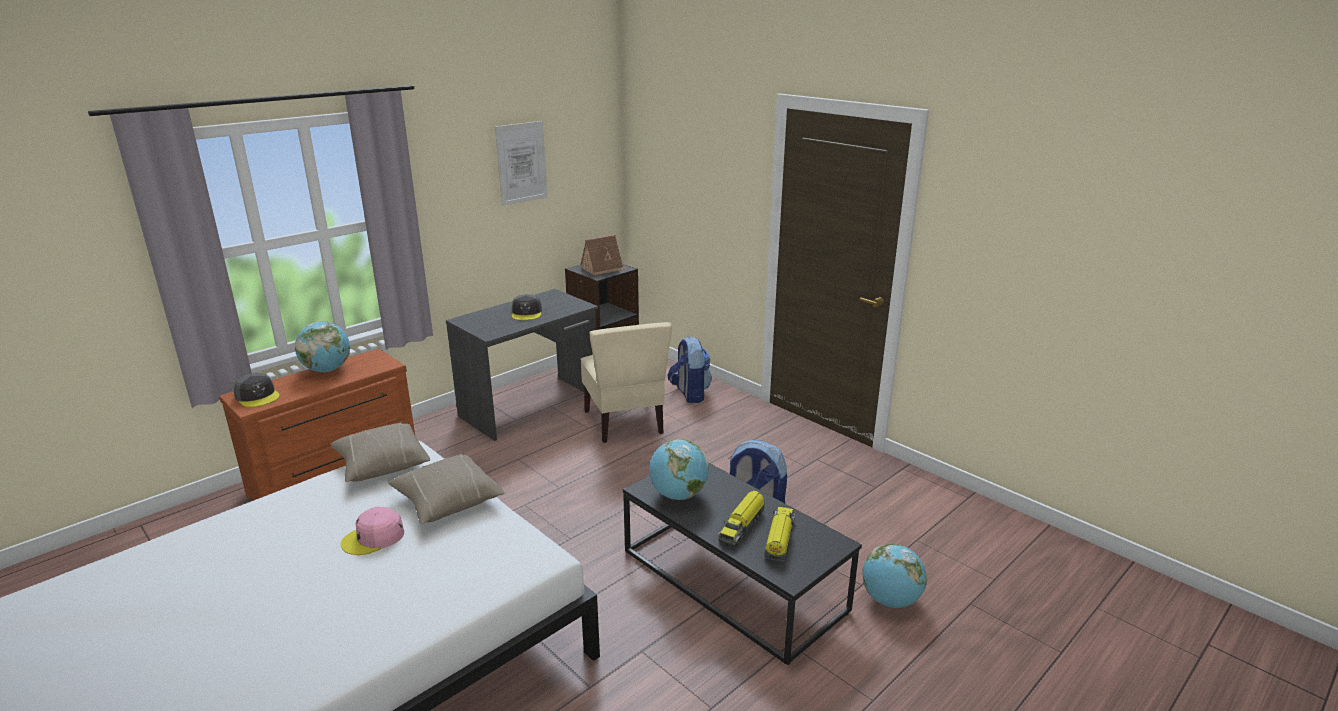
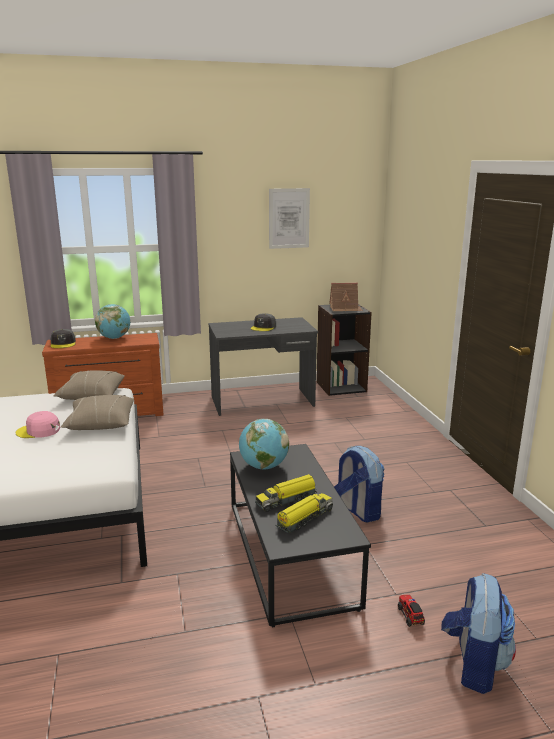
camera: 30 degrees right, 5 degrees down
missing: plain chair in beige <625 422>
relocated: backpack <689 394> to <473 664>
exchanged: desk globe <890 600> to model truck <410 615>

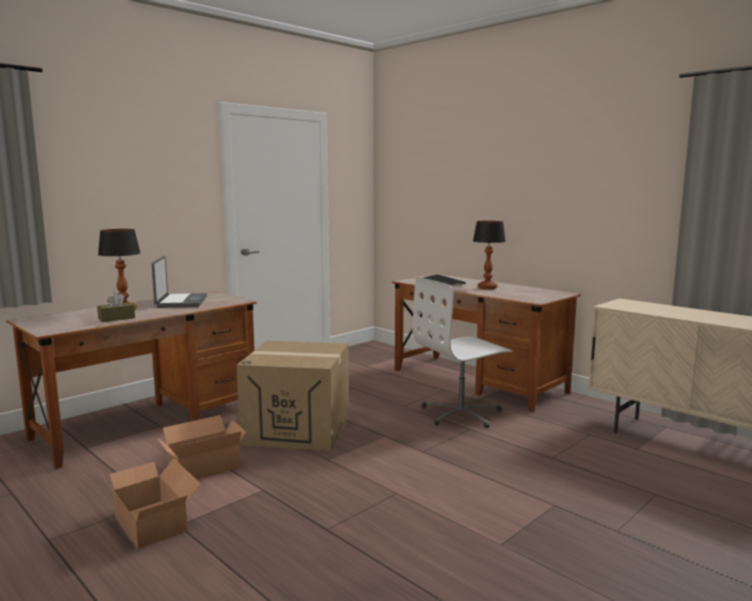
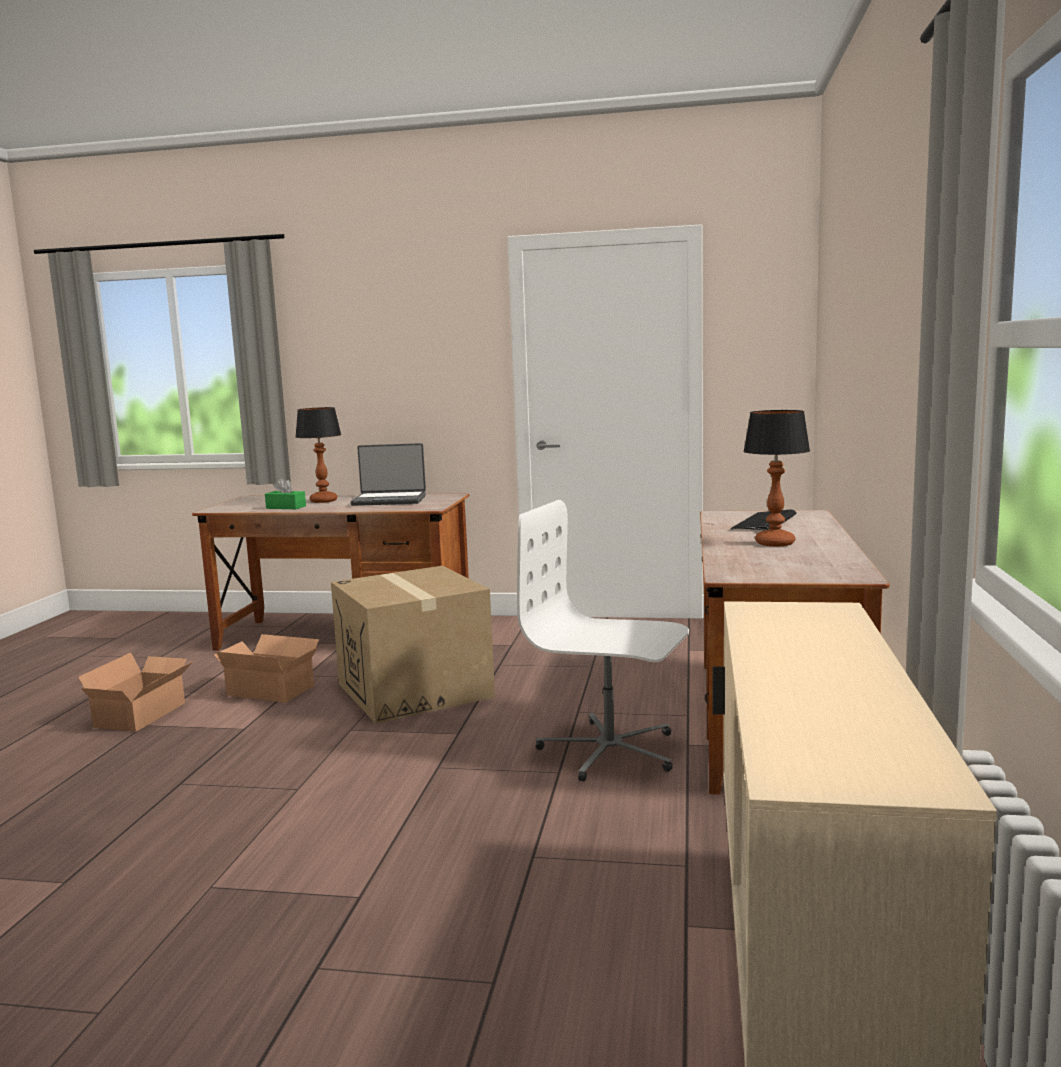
camera: 55 degrees right, 0 degrees up
colour: box of tissues in brownish <116 318> to box of tissues in greenish <286 507>
spun: laptop <180 302> = <389 500> 45 degrees clockwise

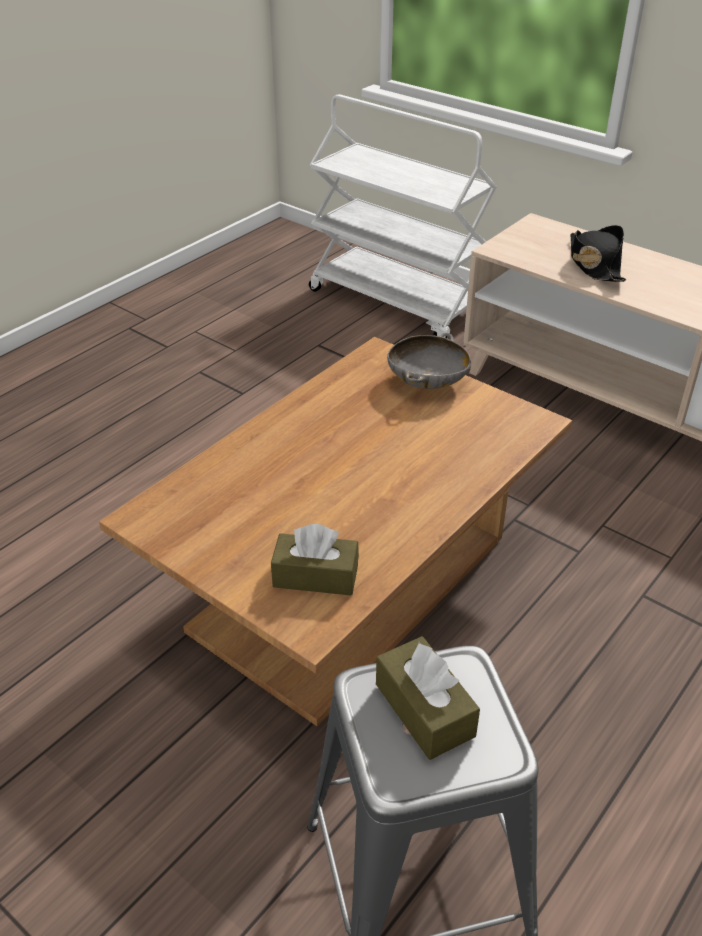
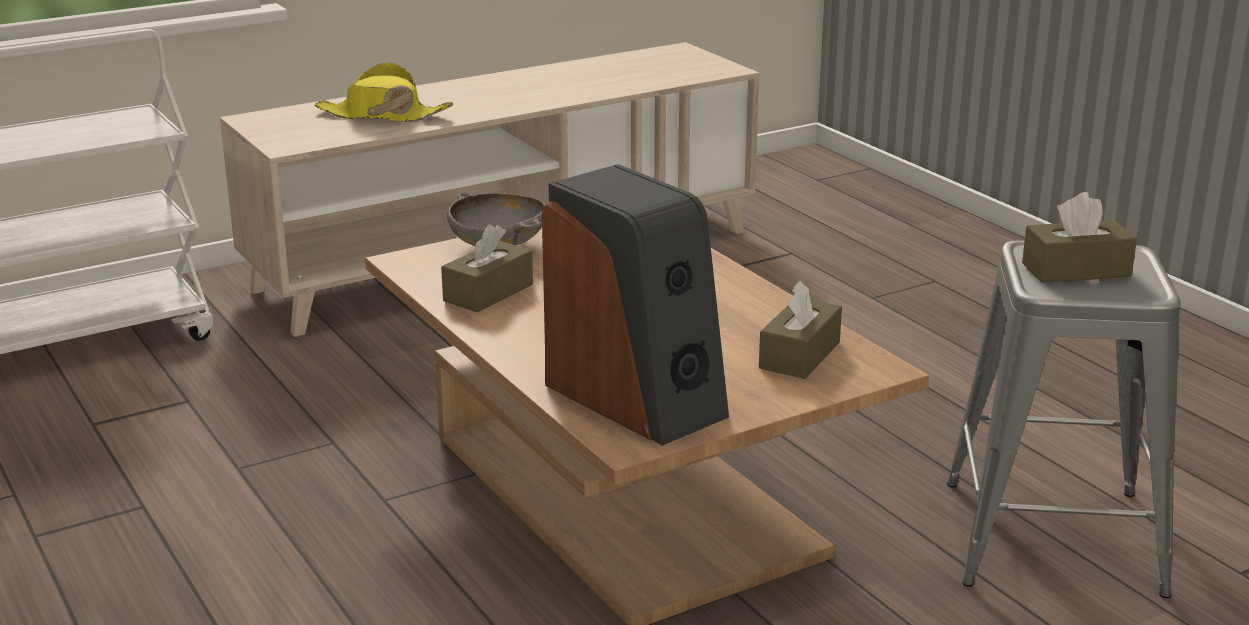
camera: 70 degrees left, 15 degrees down
appeared: box of tissues in brownish <488 292>; loudspeaker <637 398>
colour: clothing hat in black <594 264> to clothing hat in yellowish <383 115>

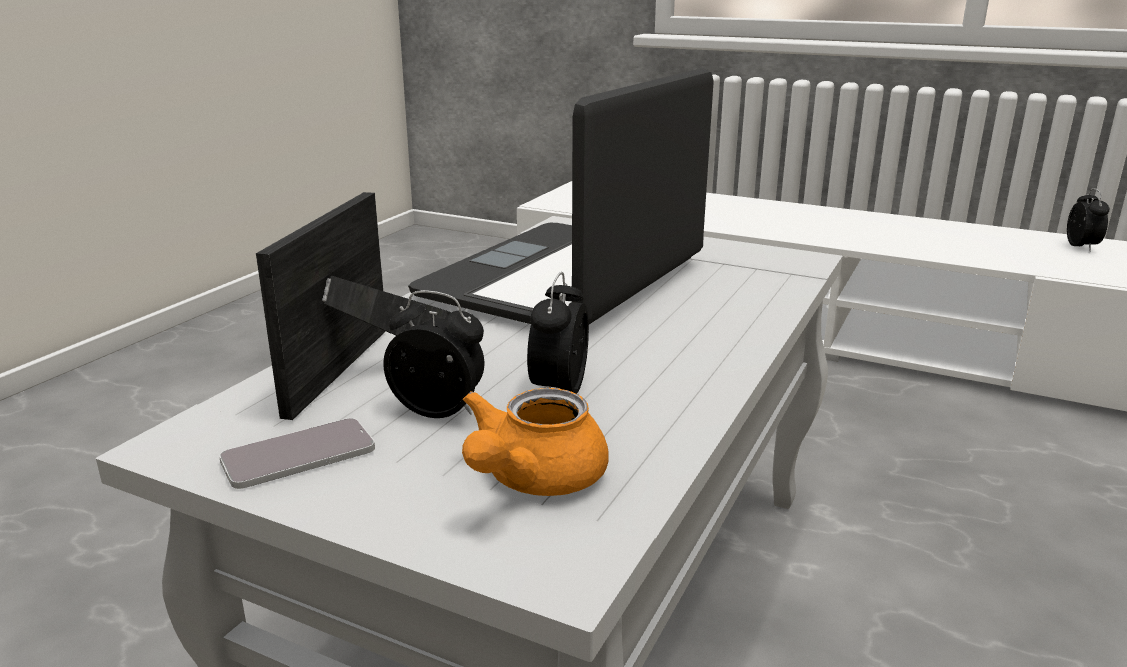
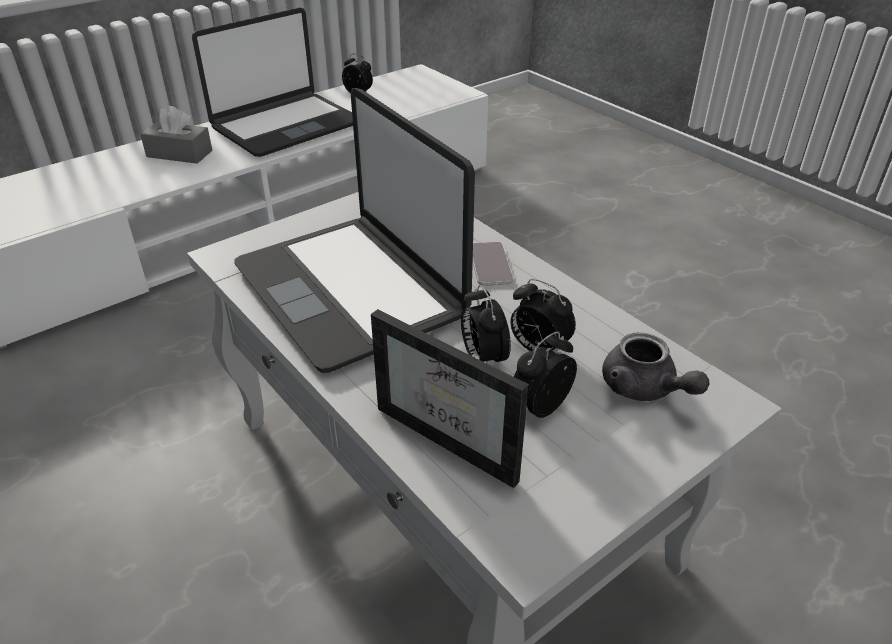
camera: 65 degrees left, 15 degrees up
appeared: box of tissues in gray <179 154>; laptop <285 125>; alarm clock <483 358>
relocated: phone <298 455> to <490 264>
colour: tea pot in orangey <532 479> to tea pot in gray <644 389>

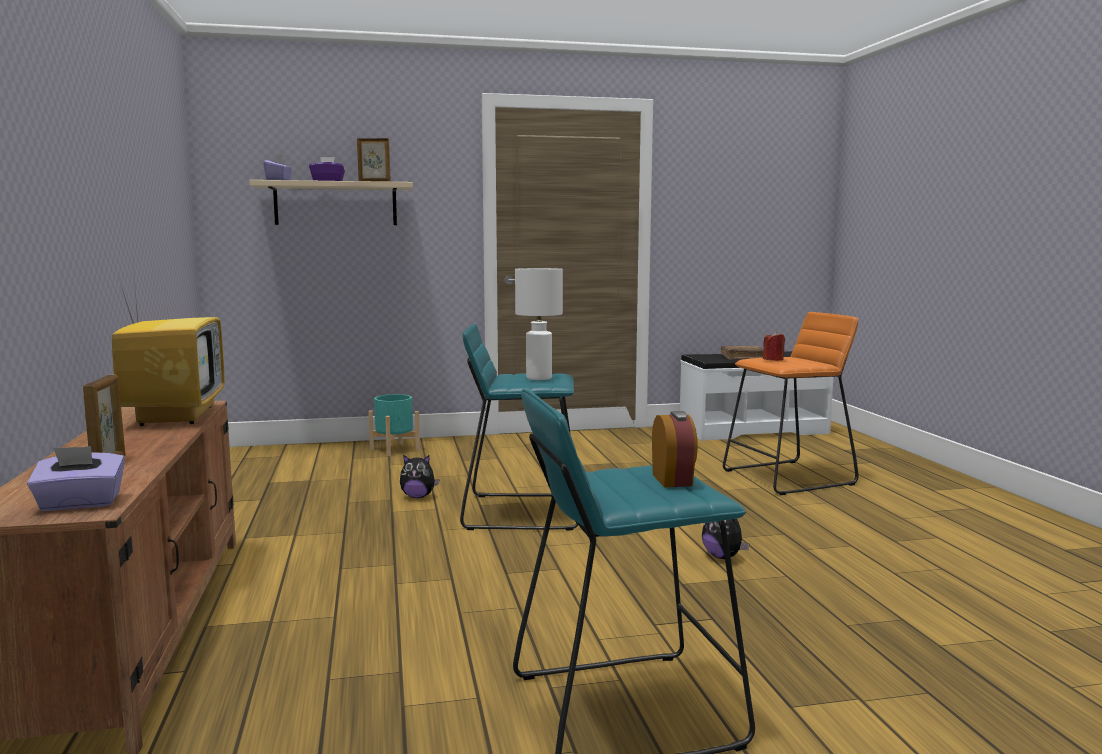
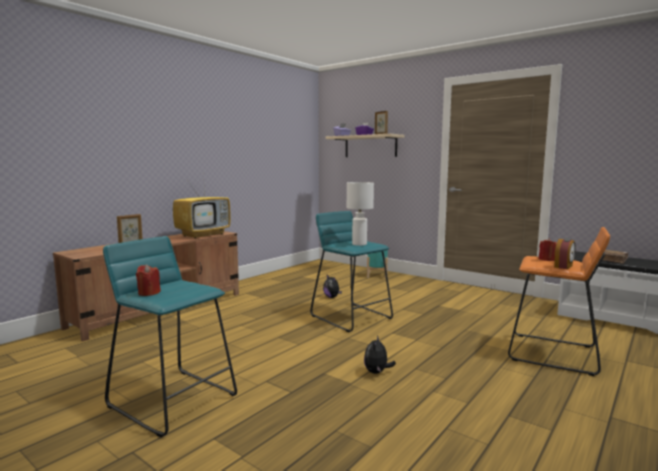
camera: 50 degrees right, 0 degrees up
missing: box of tissues in purple-coloured <80 504>
appeared: wax candle in red <149 293>
relocated: alarm clock <673 480> to <564 266>

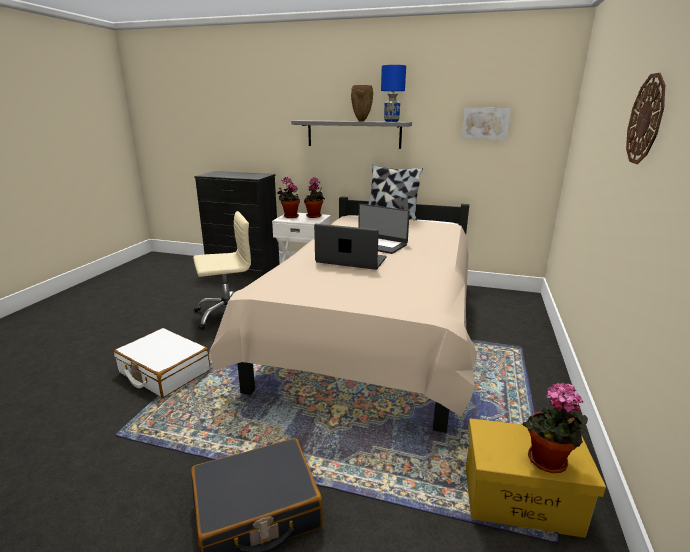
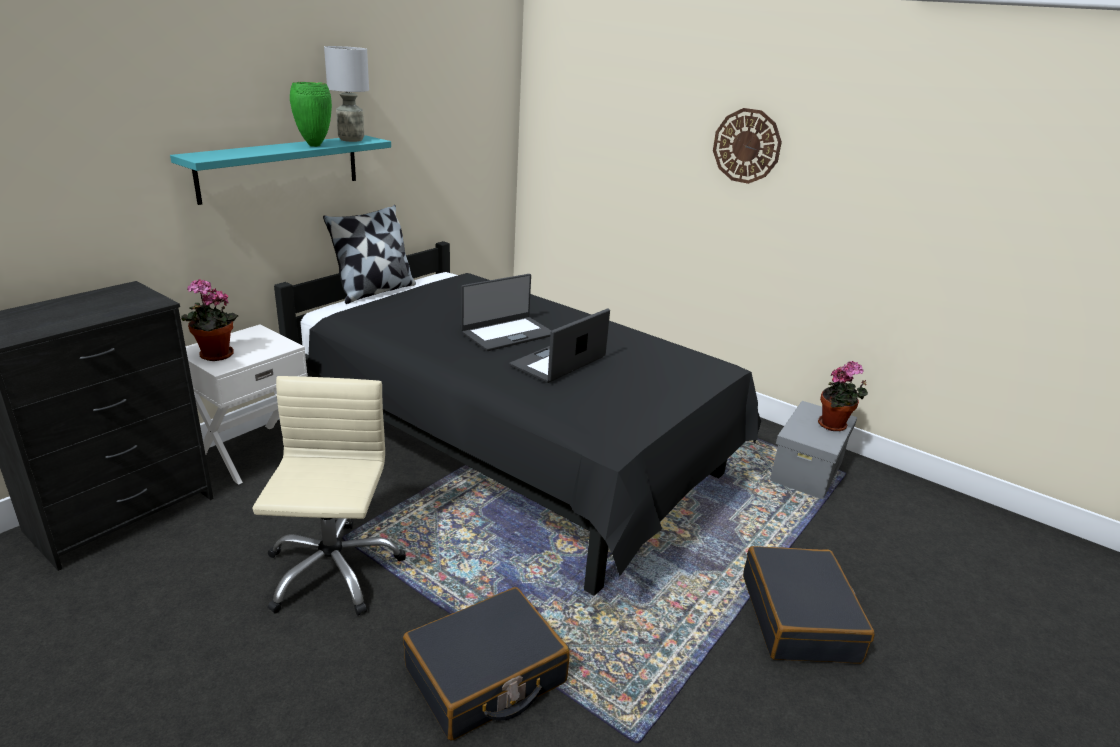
camera: 70 degrees left, 5 degrees up
missing: houseplant <314 216>; wall art <485 123>
colour: bracket shelf in gray <353 134> to bracket shelf in blue-green <280 168>; sleeping bed in beige <373 332> to sleeping bed in black <513 450>; flower vase in brownish <361 121> to flower vase in greenish <314 145>; lamp for a table in blue <391 121> to lamp for a table in gray <351 140>; suitcase in white-coloured <164 372> to suitcase in black <486 676>; storage bin in yellowish <521 499> to storage bin in gray <806 470>

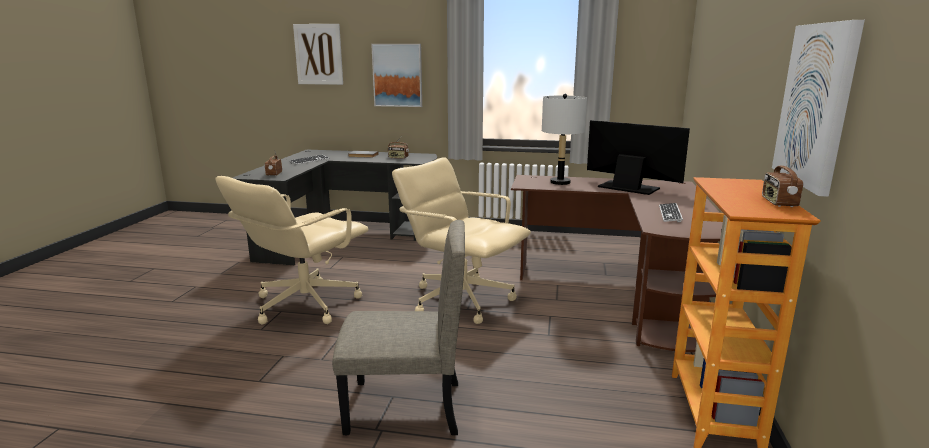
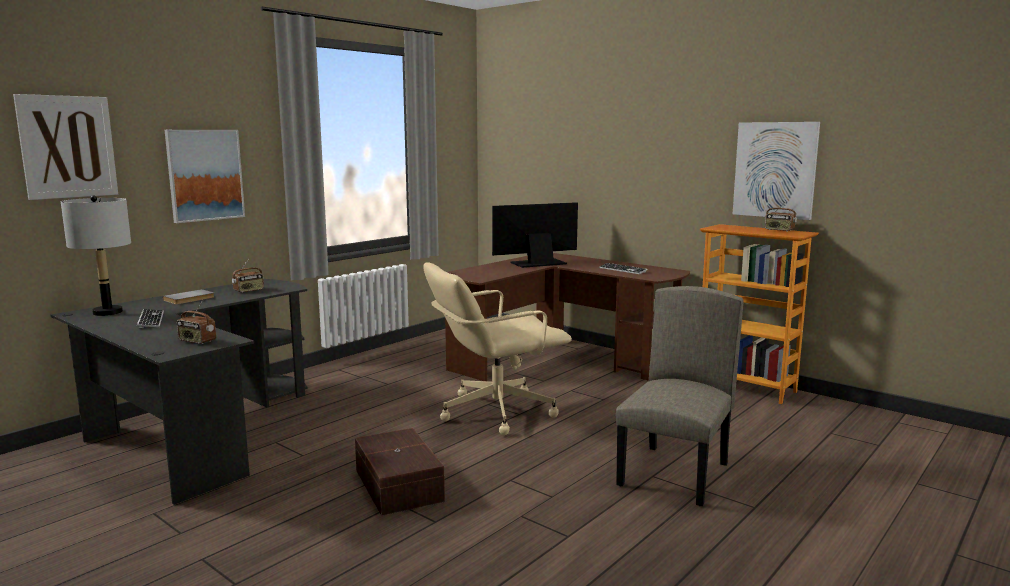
camera: 60 degrees left, 5 degrees down
relocated: lamp for a table in gray <560 182> to <107 312>
exchanged: computer chair in beige <304 304> to storage bin in brownish <397 486>

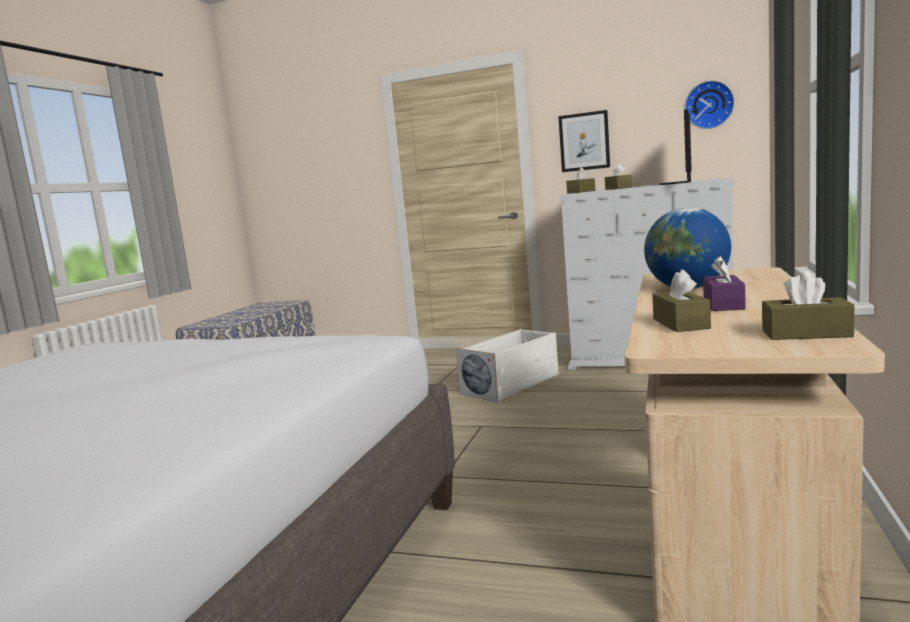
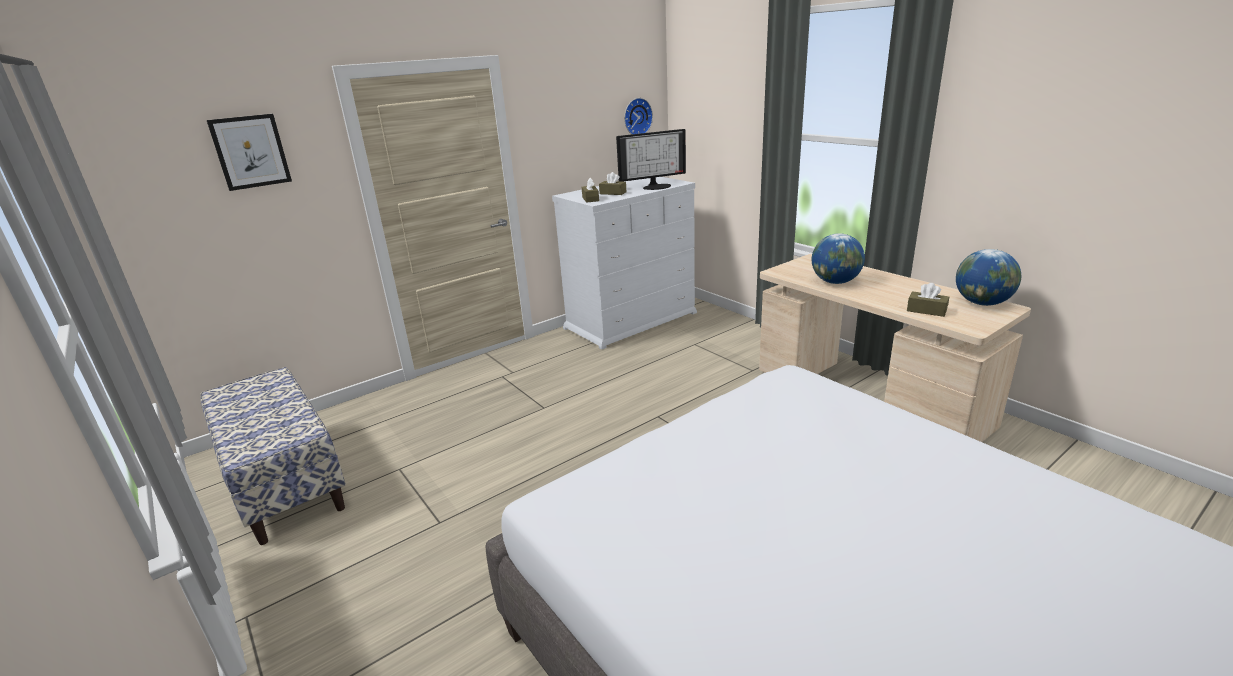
camera: 55 degrees left, 15 degrees up
missing: storage bin in white-coloured <511 384>; box of tissues in purple-coloured <723 304>
relocated: wall art <584 141> to <250 152>
exchanged: box of tissues in brownish <806 334> to desk globe <982 303>
spun: computer display <678 183> = <656 186> 75 degrees counterclockwise

